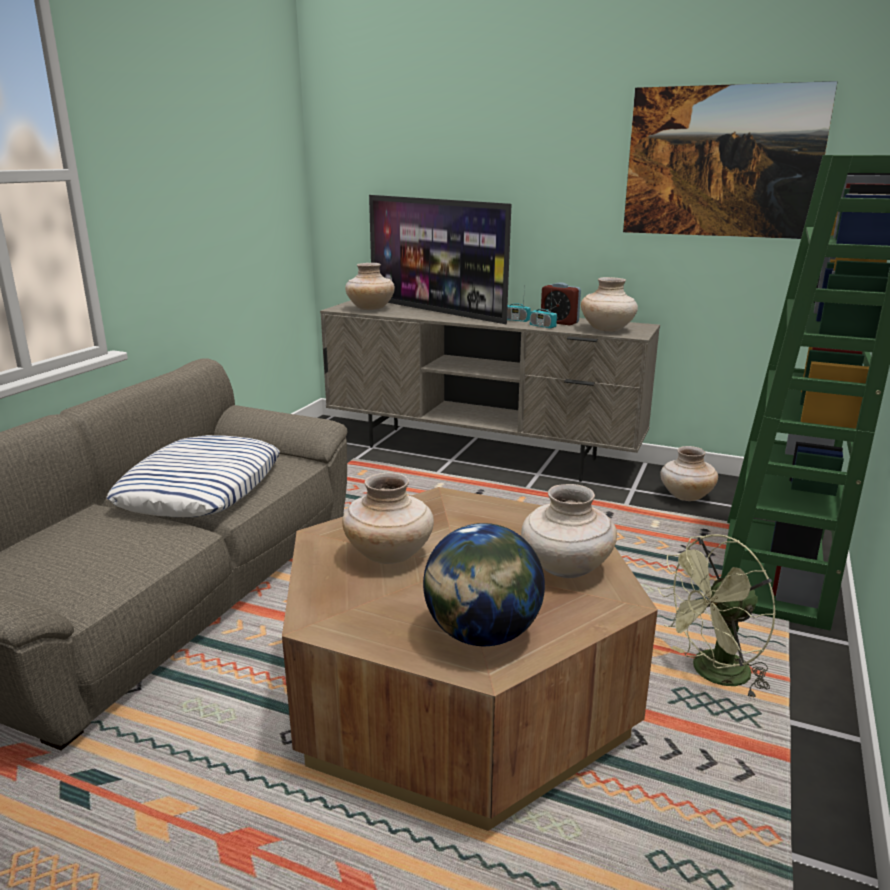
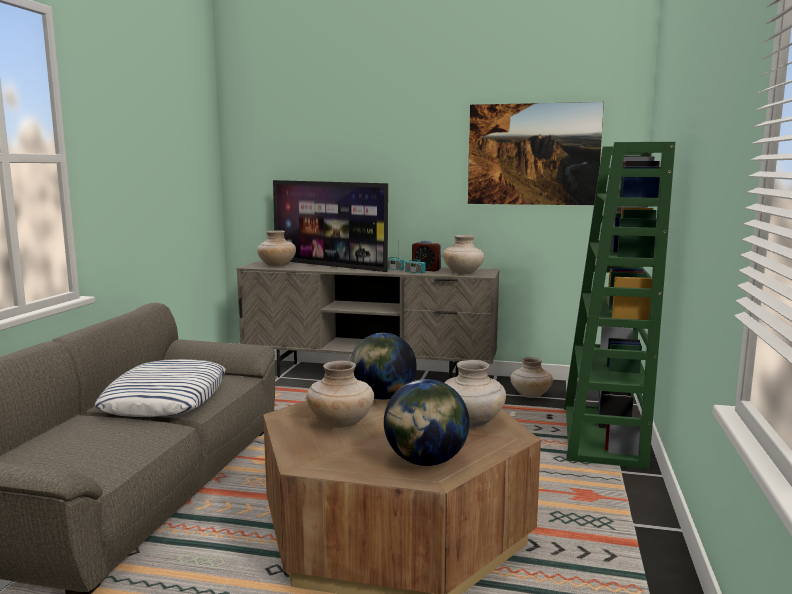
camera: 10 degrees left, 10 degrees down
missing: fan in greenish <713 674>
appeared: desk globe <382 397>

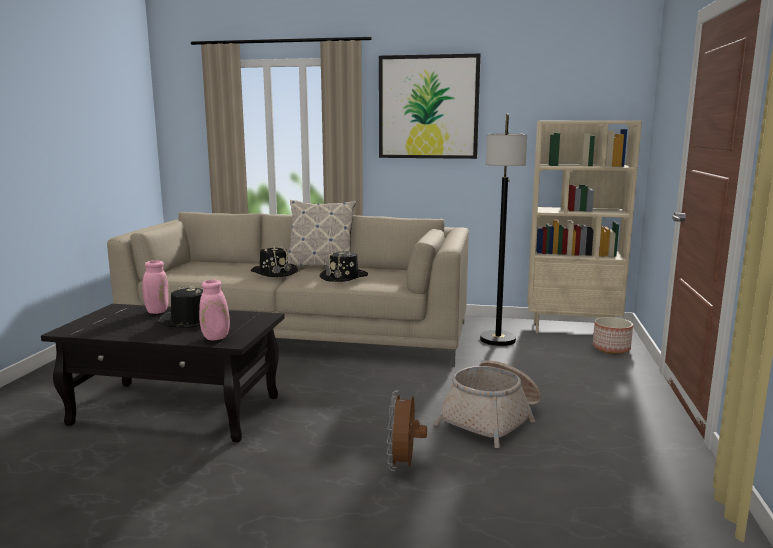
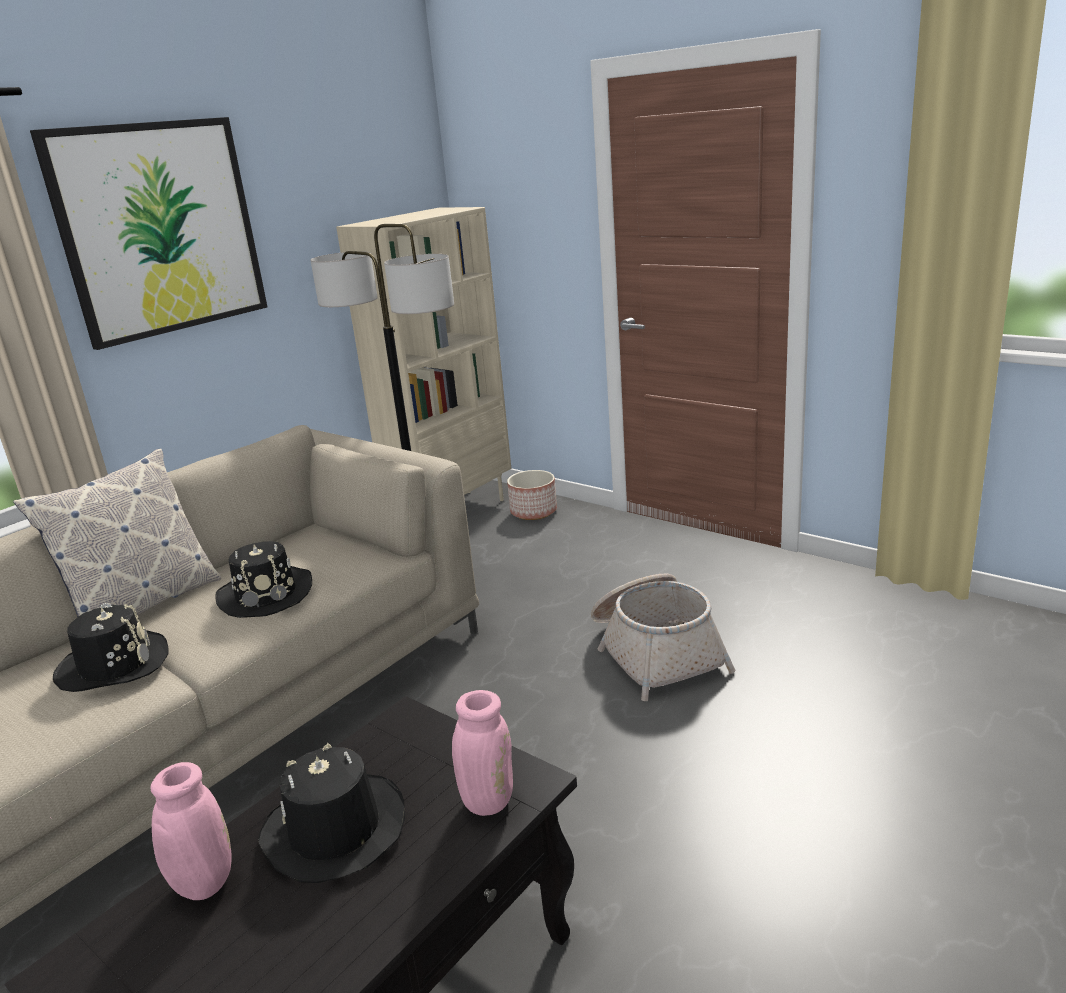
camera: 60 degrees left, 10 degrees up
missing: fan in brownish <404 465>

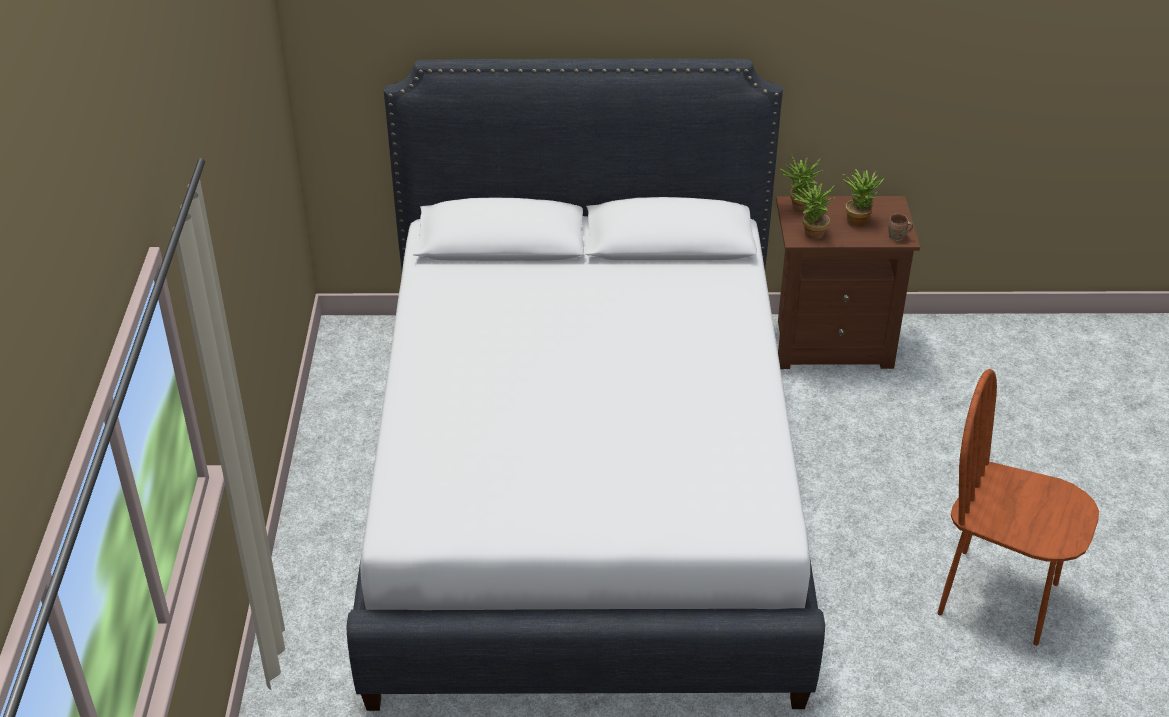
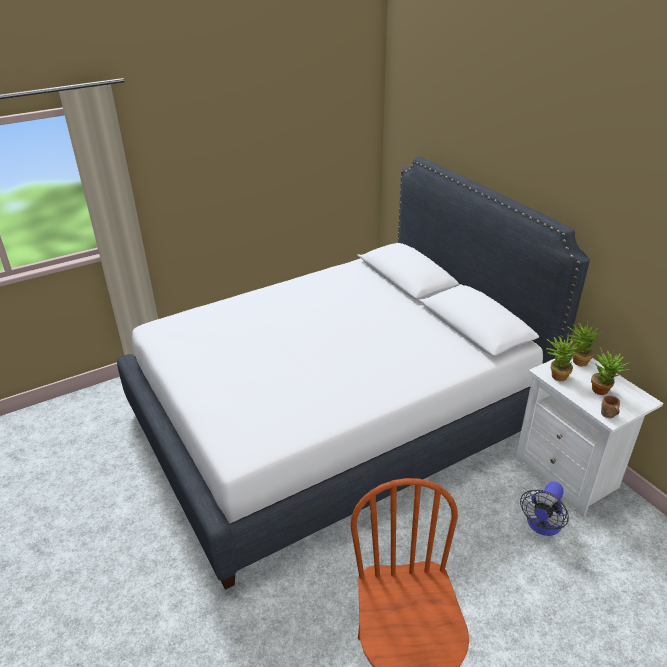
camera: 60 degrees right, 5 degrees down
appeared: fan <542 526>
colour: nightstand in brownish <831 343> to nightstand in white-coloured <569 475>

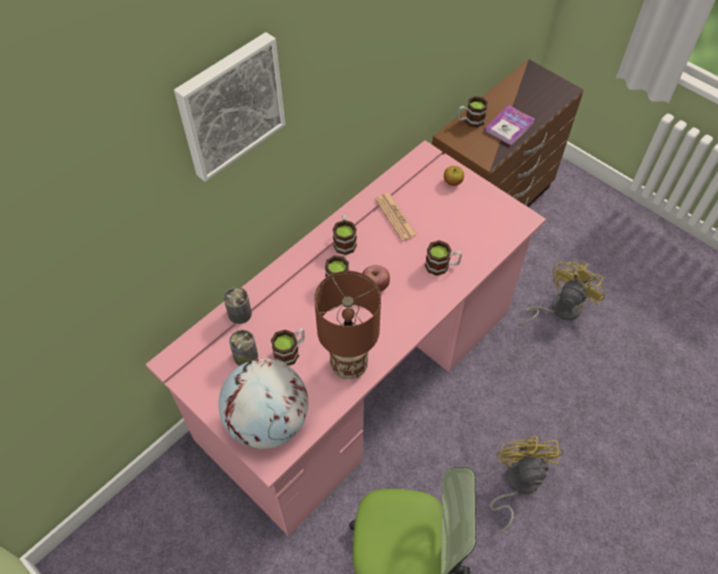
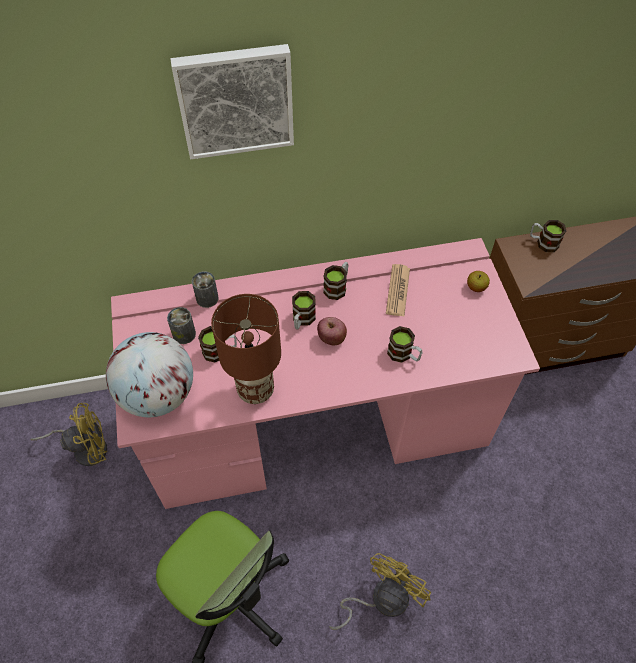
camera: 35 degrees right, 0 degrees up
missing: volume <509 126>
relocated: fan in yellowish <558 309> to <85 448>

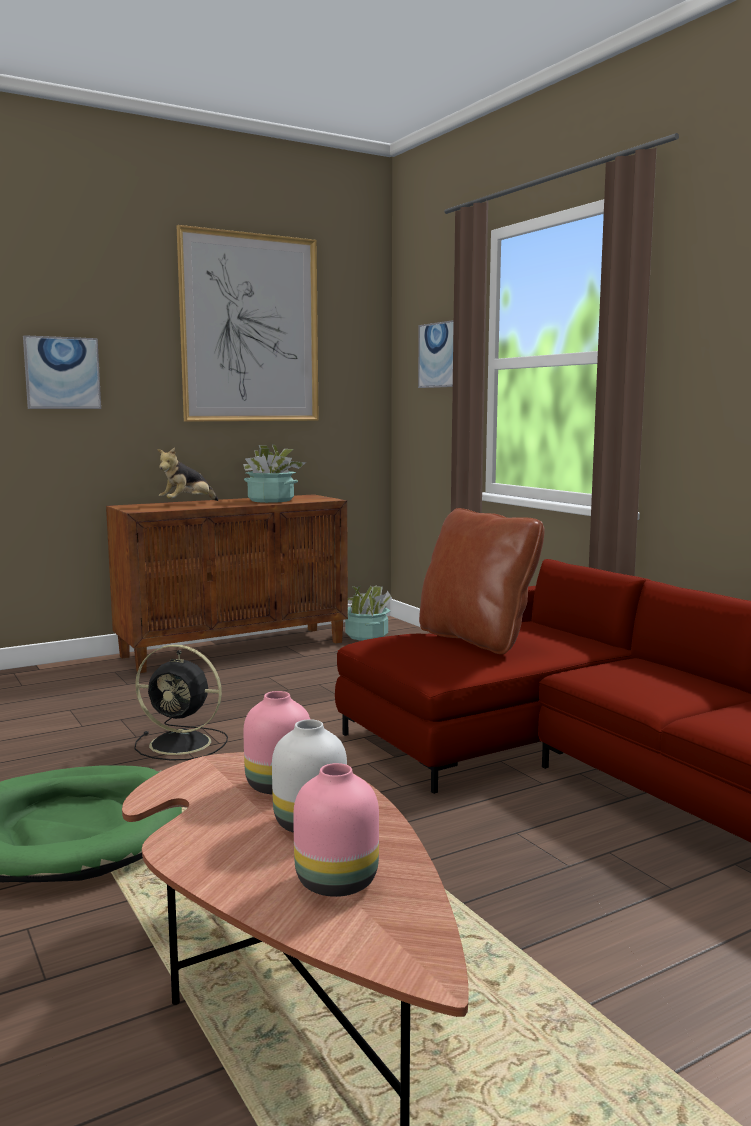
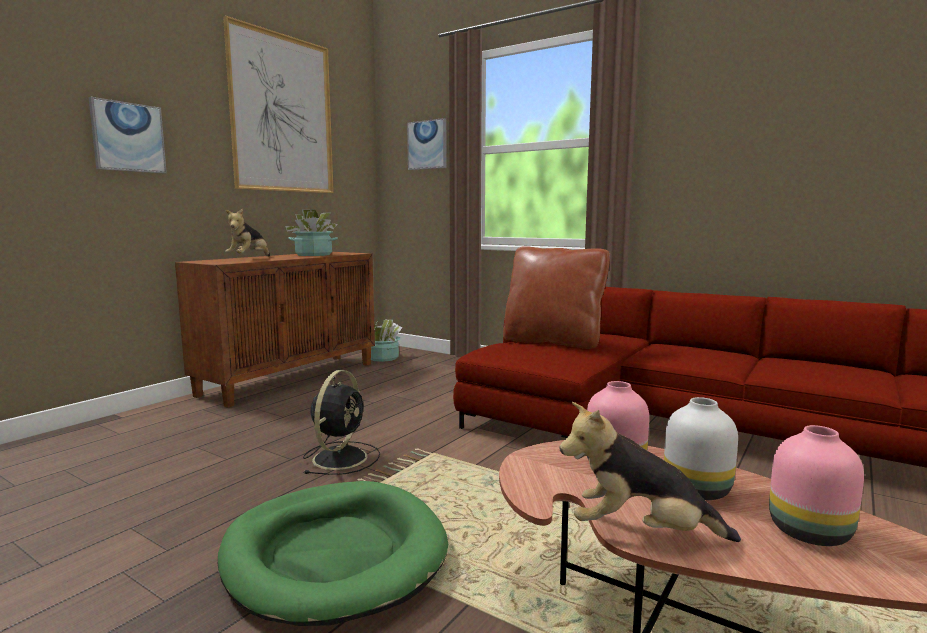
camera: 25 degrees left, 0 degrees up
appeared: cuddly toy <641 533>
spun: fan in black <183 744> = <341 457> 60 degrees counterclockwise

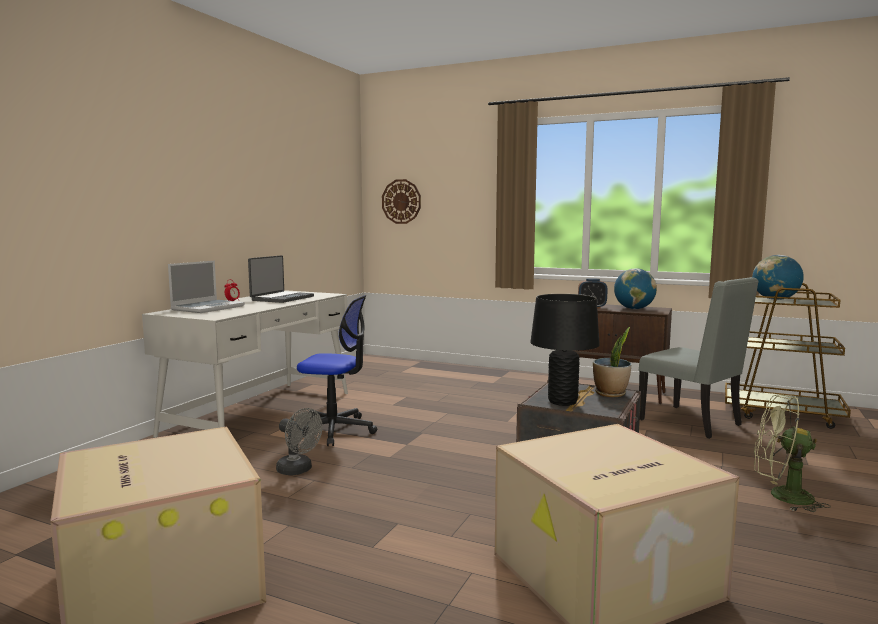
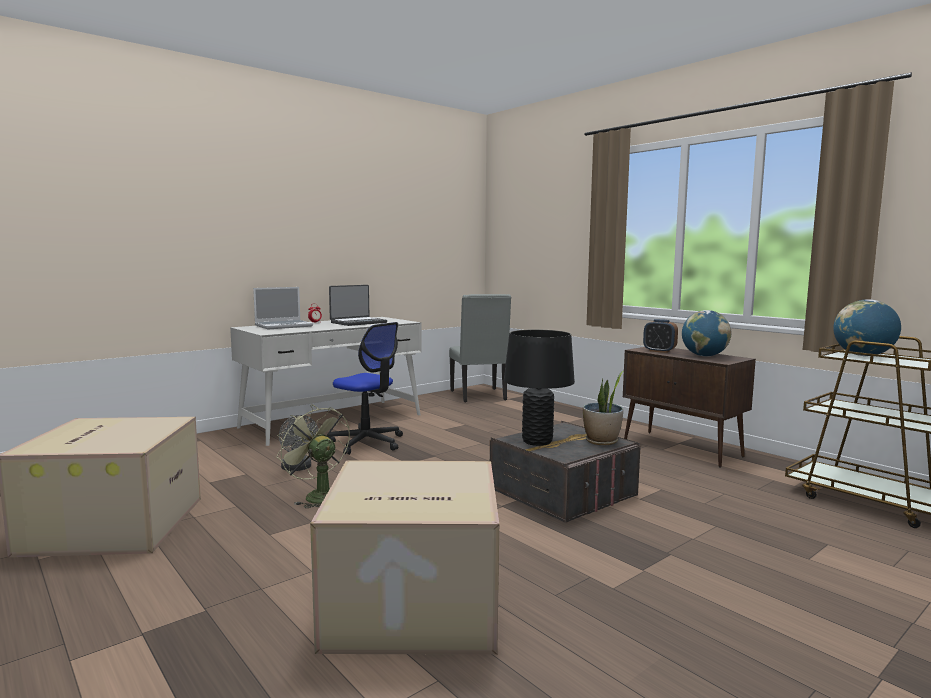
camera: 25 degrees right, 0 degrees up
missing: hanging clock <401 201>
relocated: fan in greenish <781 496> to <317 495>; plain chair in gray <692 422> to <479 396>

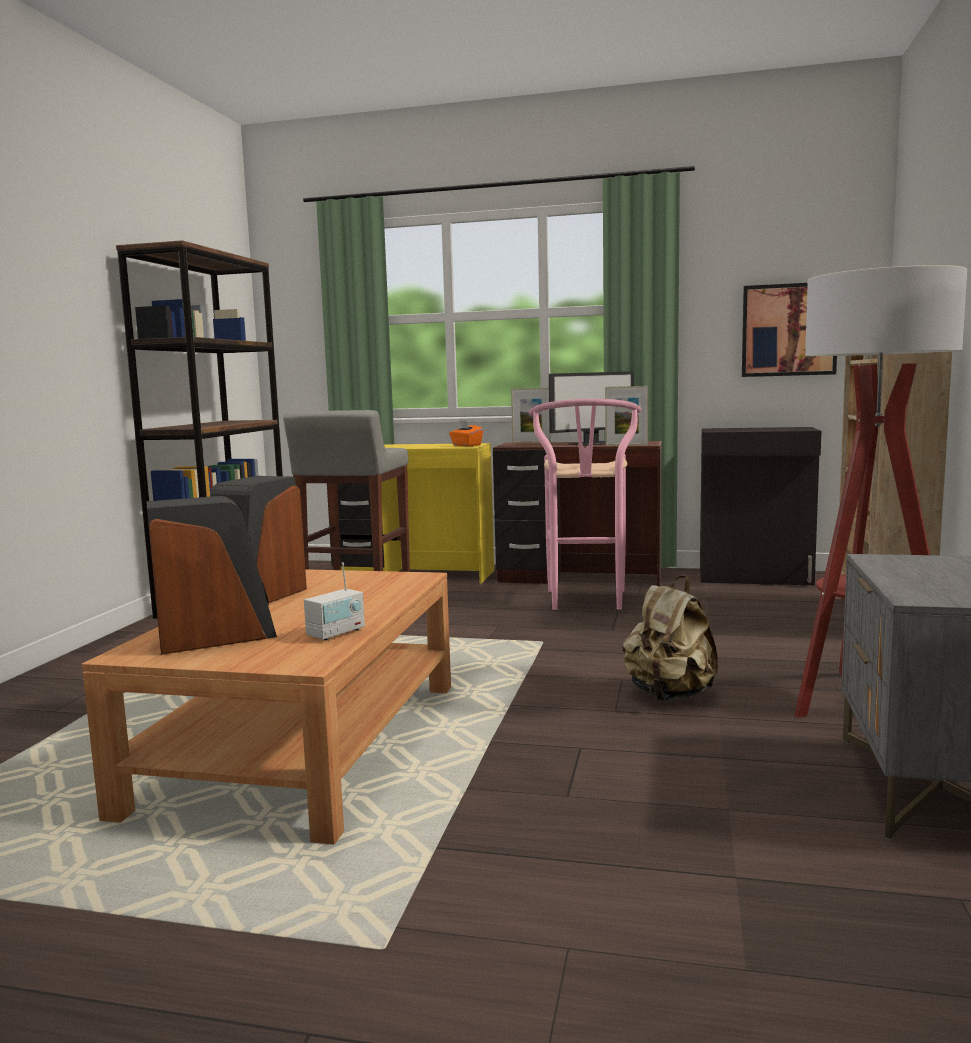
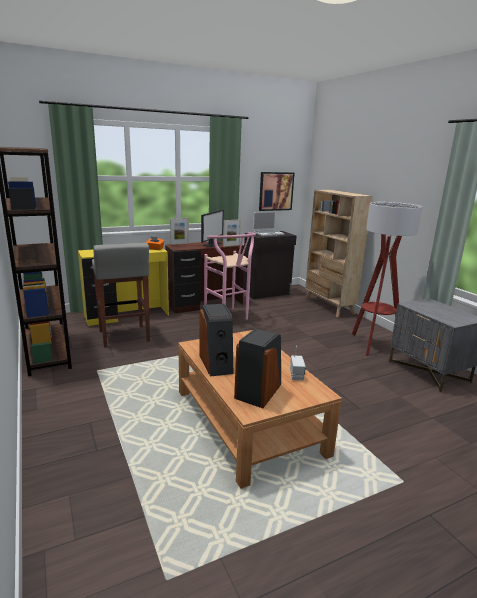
camera: 40 degrees left, 10 degrees up
missing: backpack in beige <670 695>
appeared: laptop <268 233>

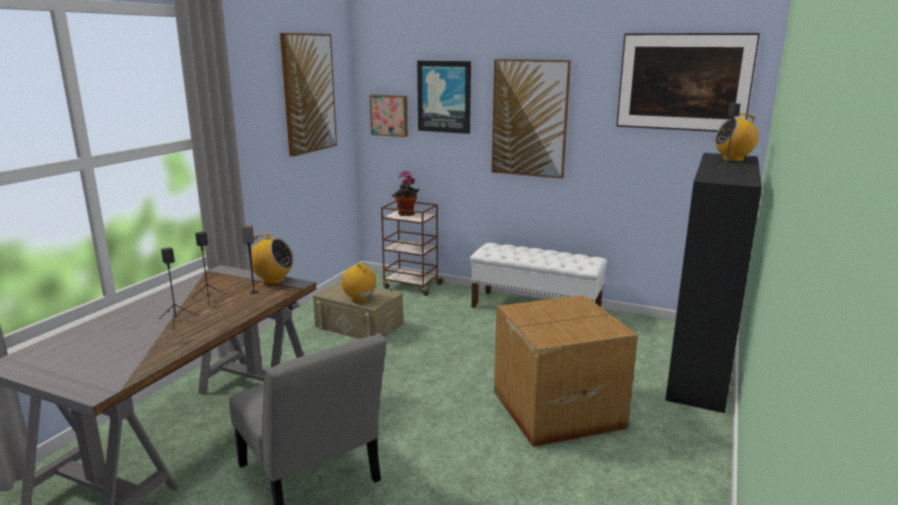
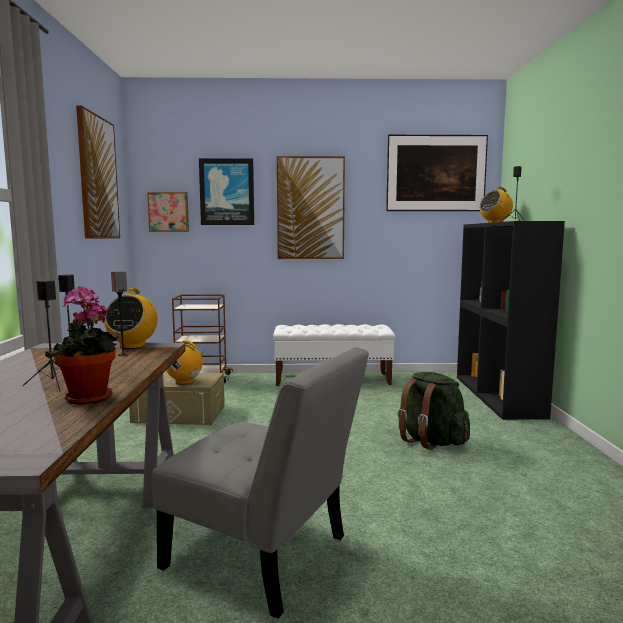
camera: 25 degrees left, 10 degrees down
relocated: houseplant <406 214> to <89 399>
exchanged: cardboard box <555 408> to backpack in greenish <431 441>
spun: radio <273 280> = <132 346> 105 degrees clockwise

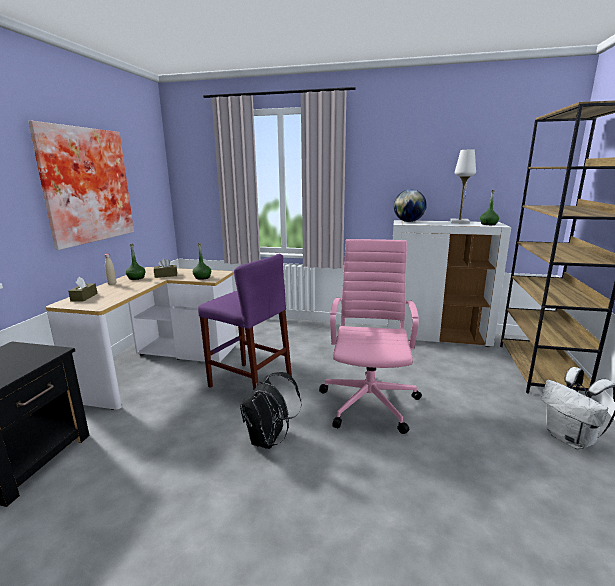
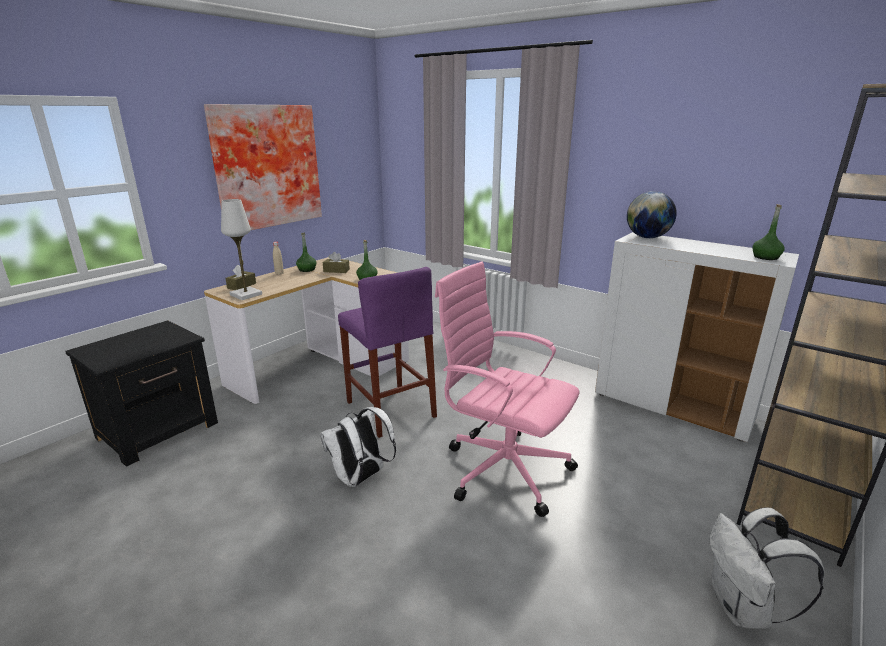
camera: 25 degrees right, 5 degrees up
relocated: lamp for a table in white-coloured <459 222> to <246 295>
colour: backpack in black <269 440> to backpack in white-coloured <360 478>
spun: computer chair in pinkish <369 401> = <503 468> 90 degrees counterclockwise

